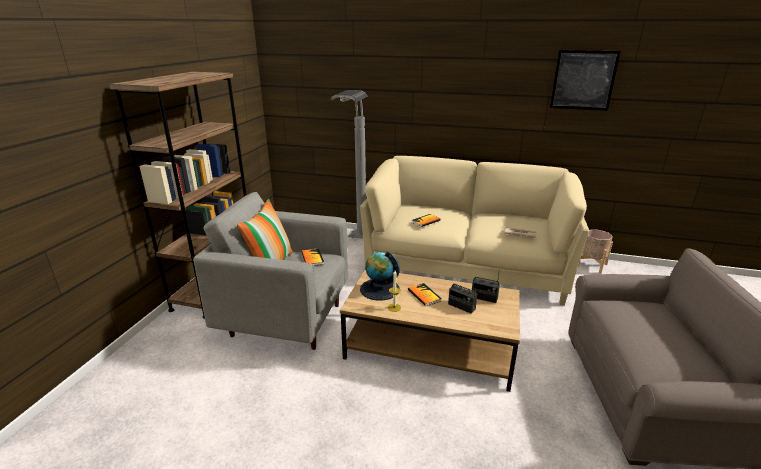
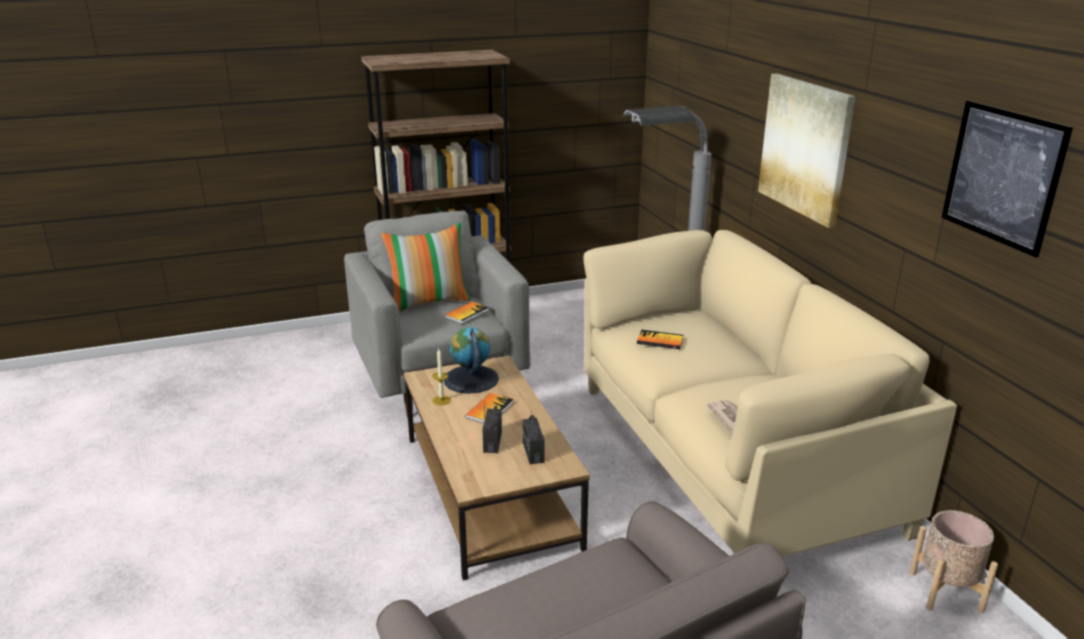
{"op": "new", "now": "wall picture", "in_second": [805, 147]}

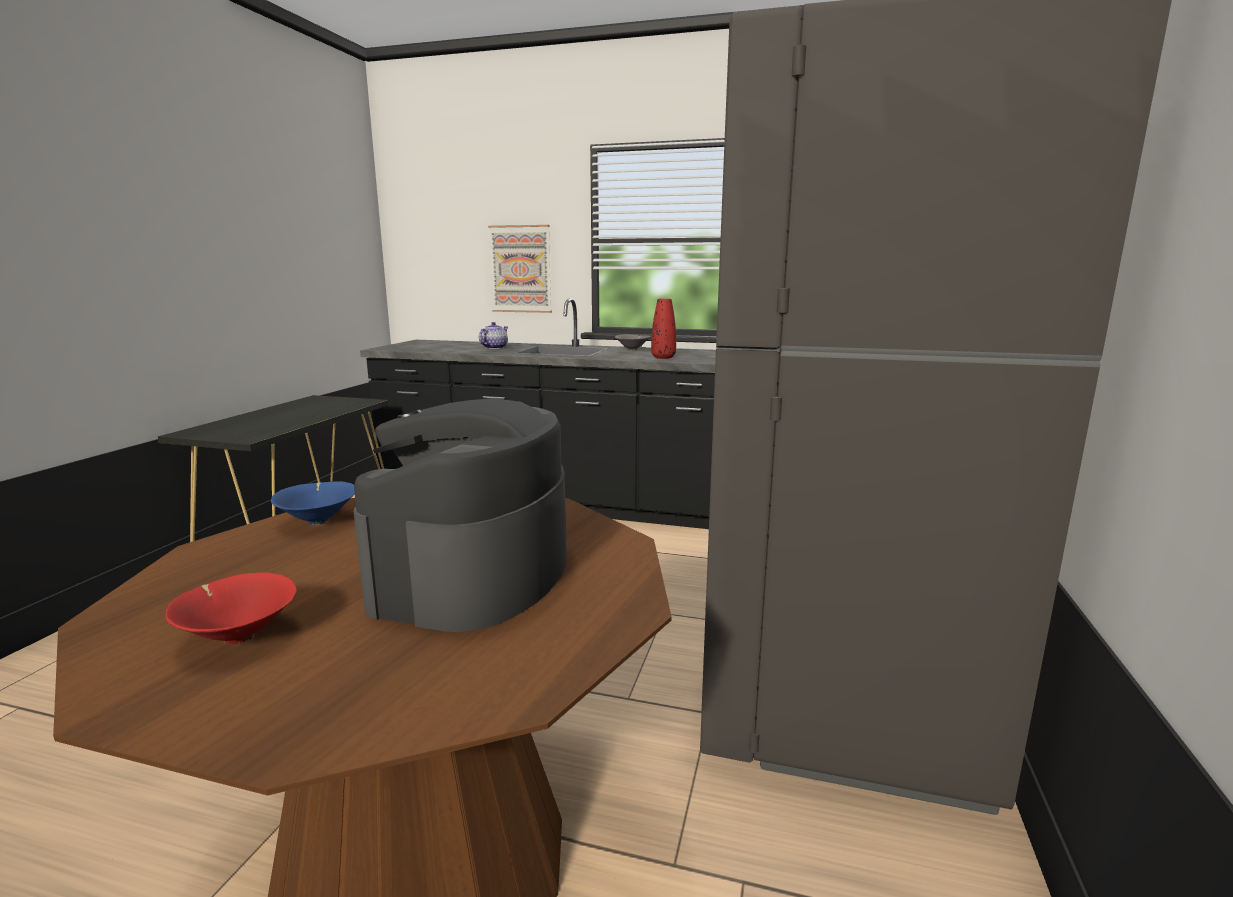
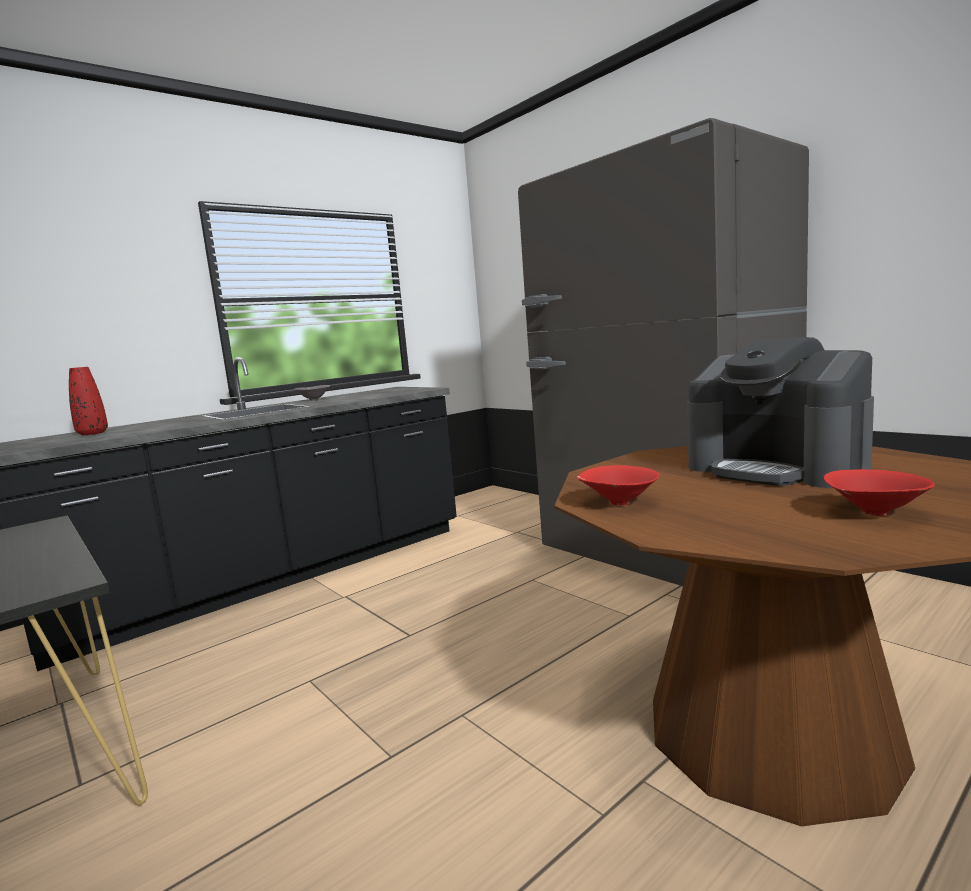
{"op": "repainted", "was": "serving bowl in blue-coloured", "now": "serving bowl in red-coloured", "in_first": [319, 521], "in_second": [617, 503]}
{"op": "gone", "was": "teapot", "in_first": [494, 348]}
{"op": "gone", "was": "wall picture", "in_first": [521, 269]}
{"op": "shifted", "was": "flower vase in red-coloured", "in_first": [663, 357], "in_second": [92, 433]}

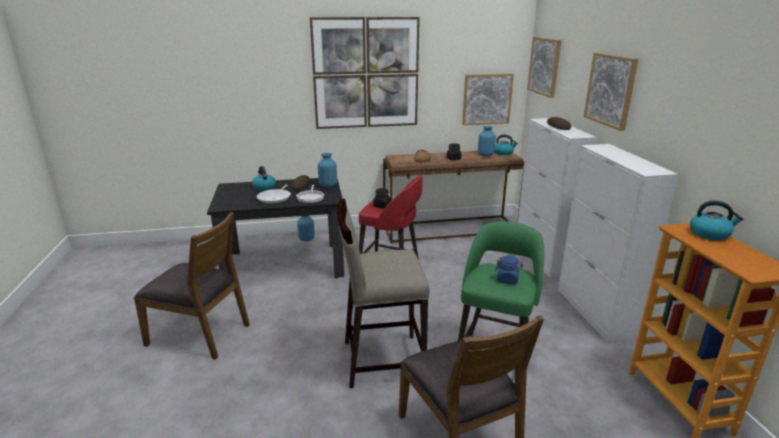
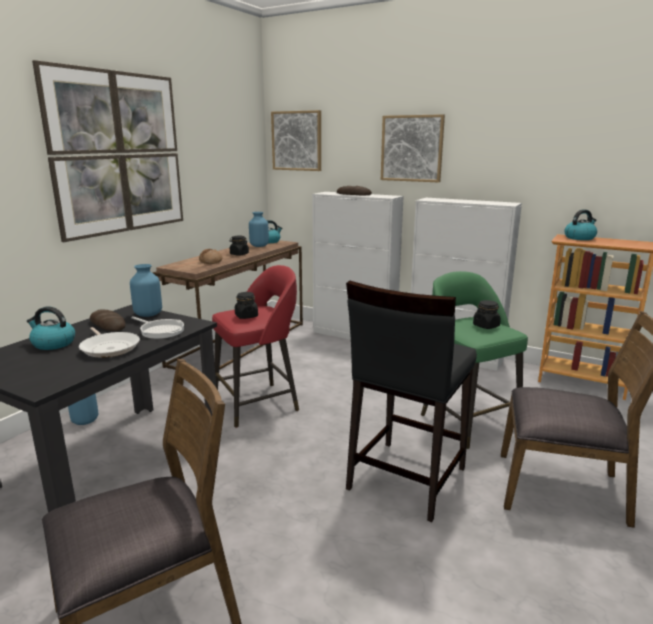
{"op": "repainted", "was": "stool seat in beige", "now": "stool seat in black", "in_first": [382, 360], "in_second": [405, 478]}
{"op": "gone", "was": "wall picture", "in_first": [487, 99]}
{"op": "repainted", "was": "storage jar in blue-coloured", "now": "storage jar in black", "in_first": [507, 280], "in_second": [486, 326]}

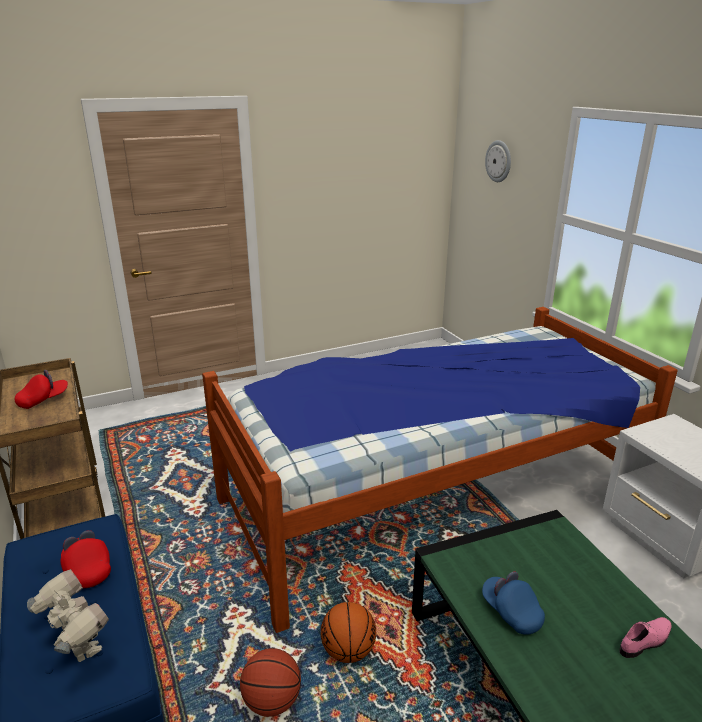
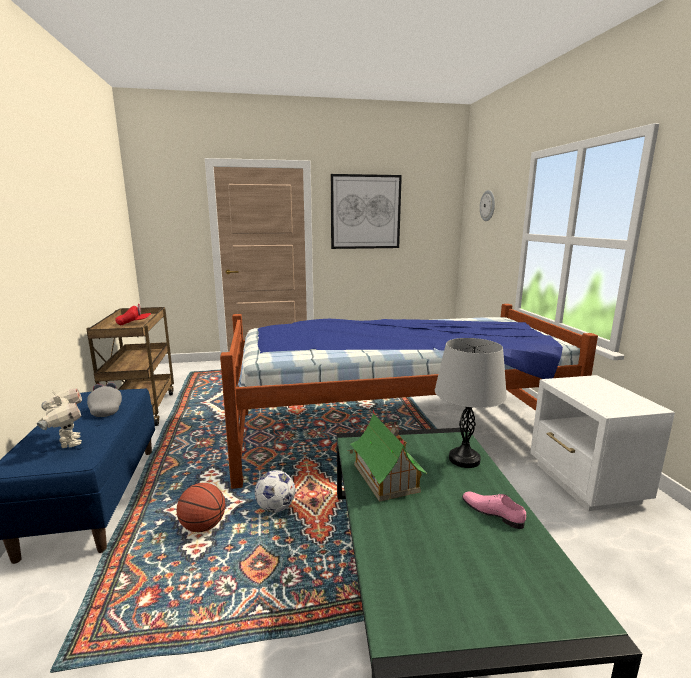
{"op": "repainted", "was": "cap in red-coloured", "now": "cap in gray", "in_first": [87, 569], "in_second": [106, 409]}
{"op": "swapped", "was": "basketball", "now": "football", "in_first": [348, 651], "in_second": [276, 508]}
{"op": "swapped", "was": "cap in blue-coloured", "now": "toy house", "in_first": [511, 612], "in_second": [385, 477]}
{"op": "rotated", "was": "low shoe in pinkish", "in_first": [646, 640], "in_second": [492, 512], "clockwise": -120}
{"op": "new", "now": "wall picture", "in_second": [365, 212]}
{"op": "new", "now": "lamp for a table in gray", "in_second": [464, 459]}

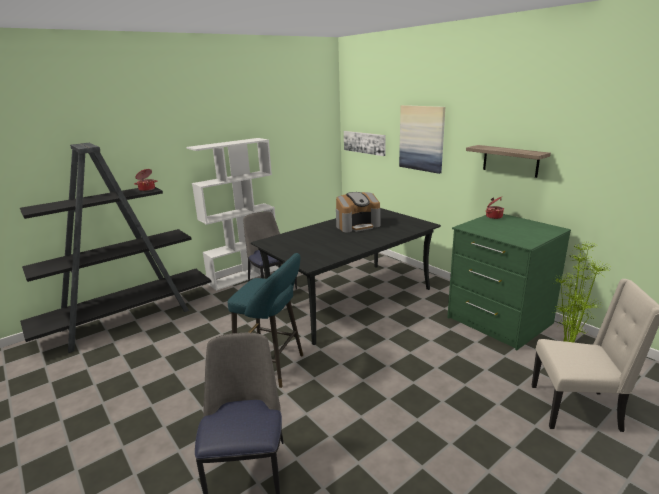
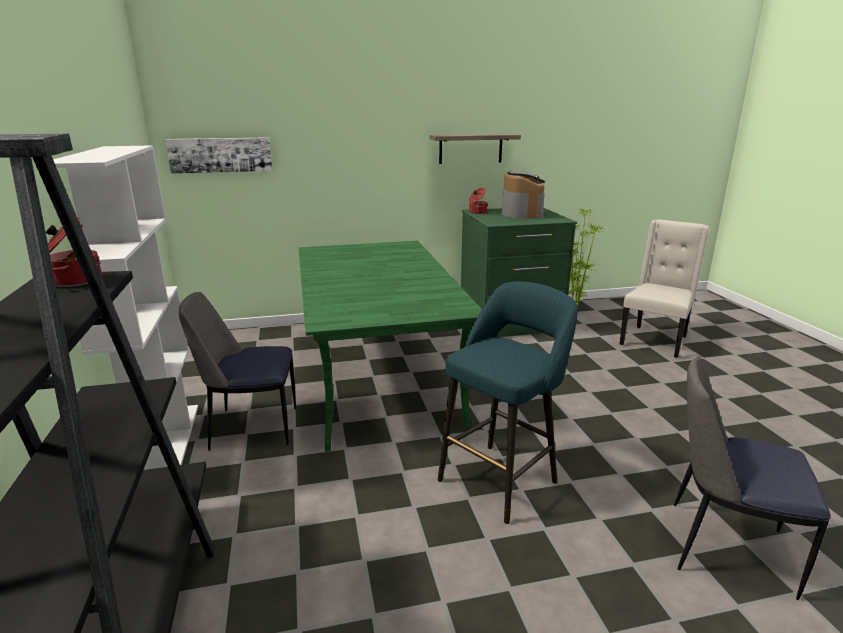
{"op": "repainted", "was": "dinner table in black", "now": "dinner table in green-coloured", "in_first": [350, 299], "in_second": [378, 377]}
{"op": "shifted", "was": "coffee machine", "in_first": [357, 225], "in_second": [522, 213]}
{"op": "gone", "was": "wall picture", "in_first": [421, 138]}

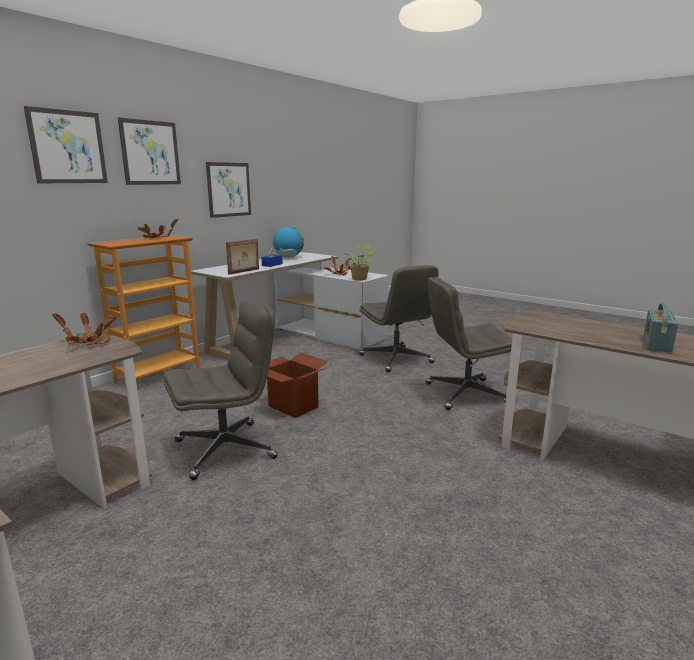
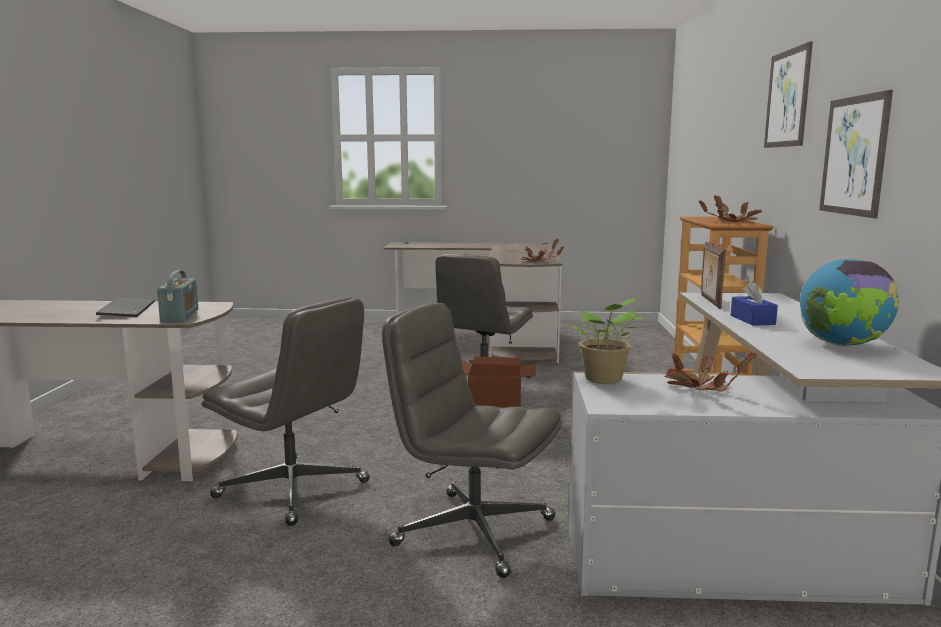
{"op": "gone", "was": "wall picture", "in_first": [68, 147]}
{"op": "rotated", "was": "office chair in gray", "in_first": [465, 394], "in_second": [294, 490], "clockwise": 75}
{"op": "shifted", "was": "radio receiver", "in_first": [656, 344], "in_second": [180, 316]}
{"op": "new", "now": "computer keyboard", "in_second": [125, 309]}

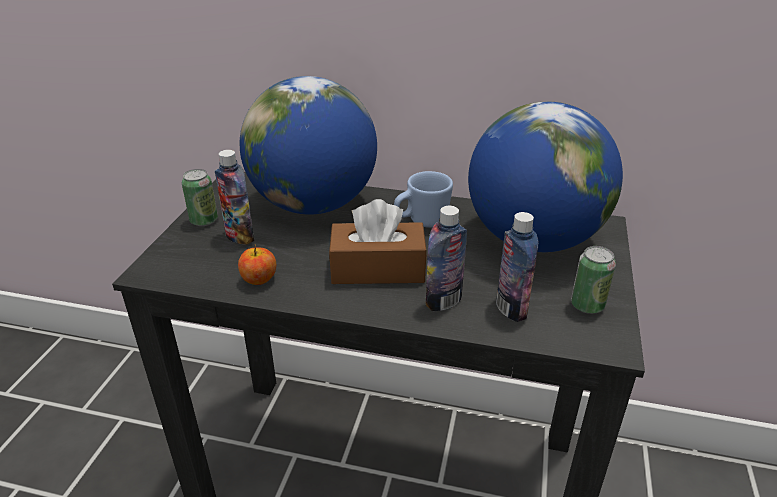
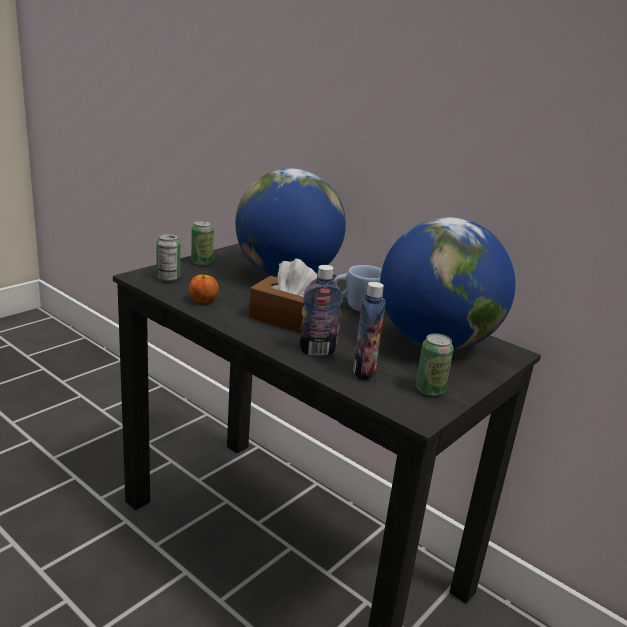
{"op": "gone", "was": "bottle", "in_first": [239, 237]}
{"op": "new", "now": "can", "in_second": [168, 278]}

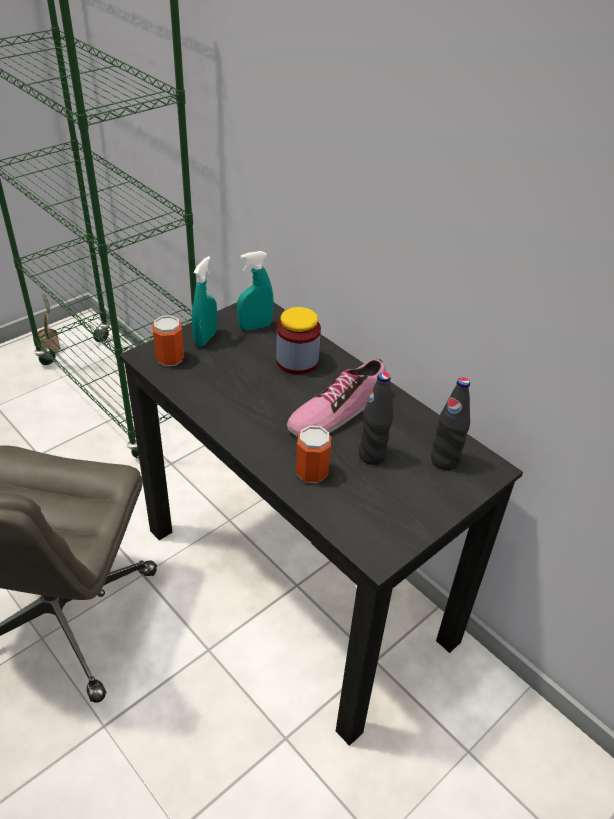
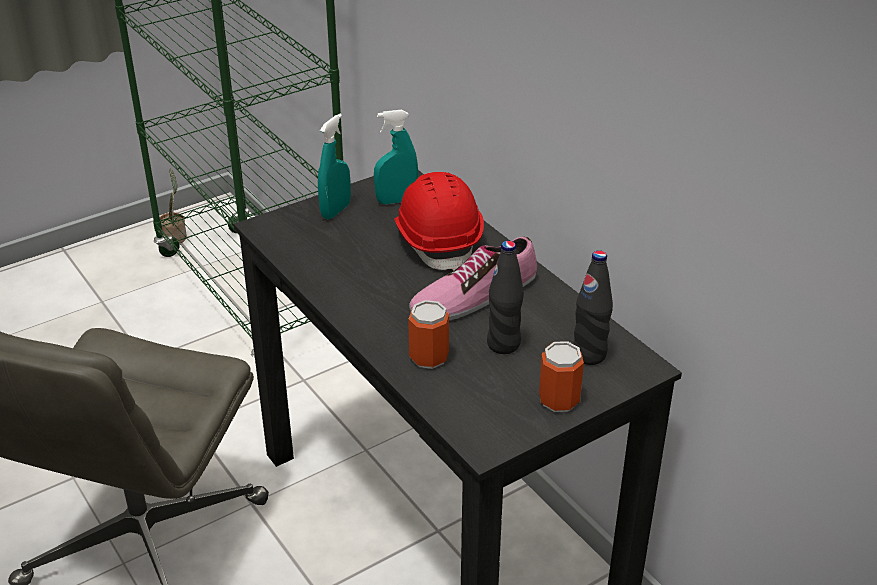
{"op": "shifted", "was": "can", "in_first": [170, 358], "in_second": [559, 400]}
{"op": "swapped", "was": "storage jar", "now": "safety helmet in red-coloured", "in_first": [297, 361], "in_second": [438, 240]}

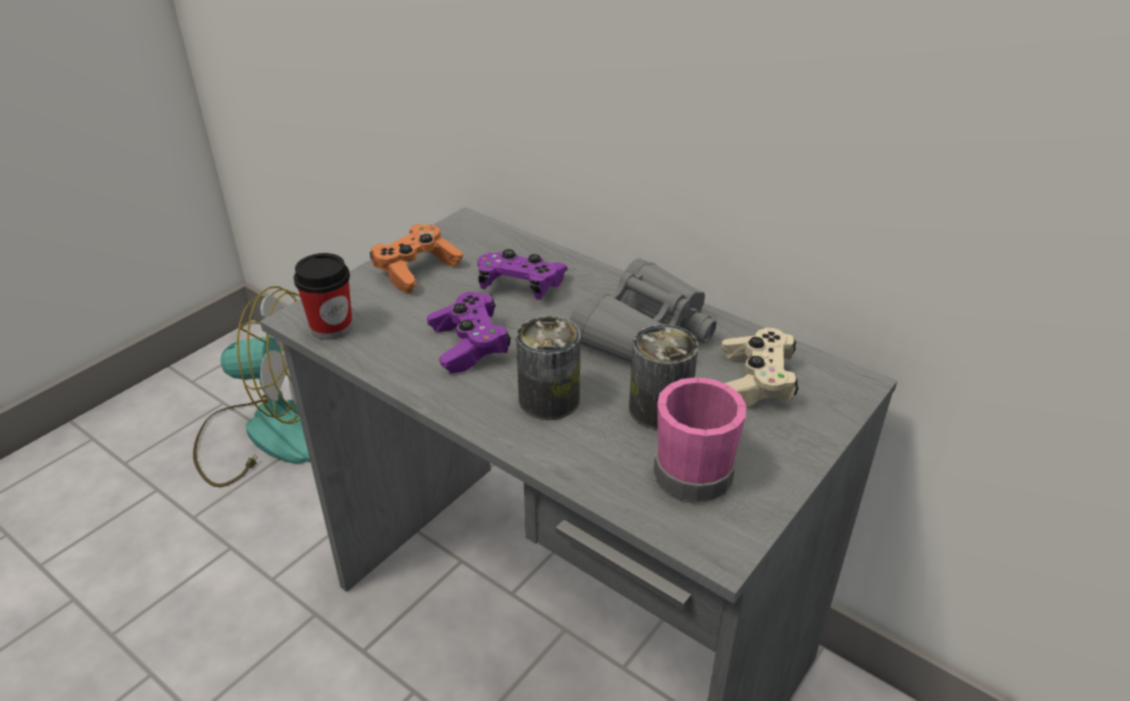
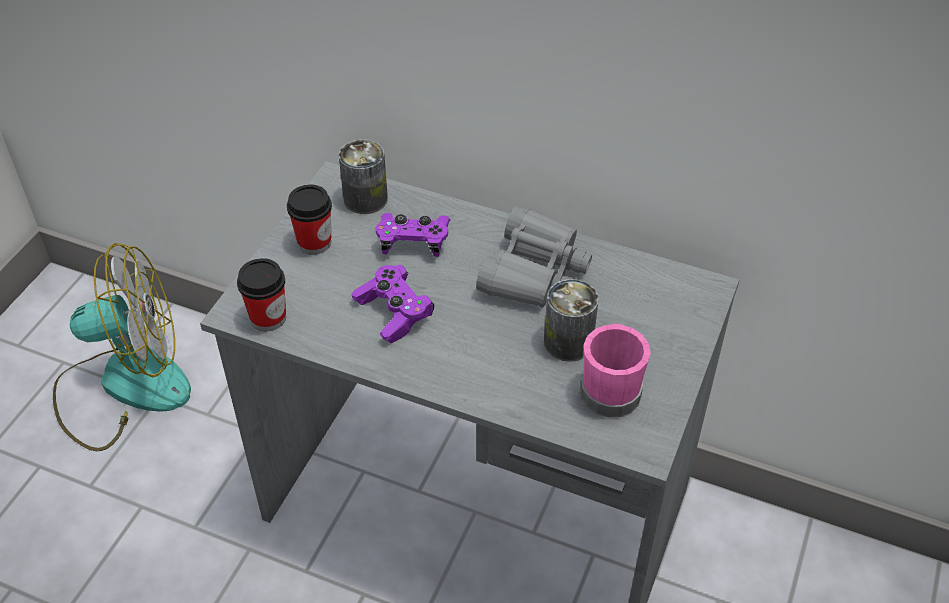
{"op": "swapped", "was": "joypad in orangey", "now": "small cup", "in_first": [416, 270], "in_second": [314, 242]}
{"op": "shifted", "was": "can", "in_first": [549, 399], "in_second": [365, 199]}
{"op": "gone", "was": "joypad in beige", "in_first": [755, 382]}

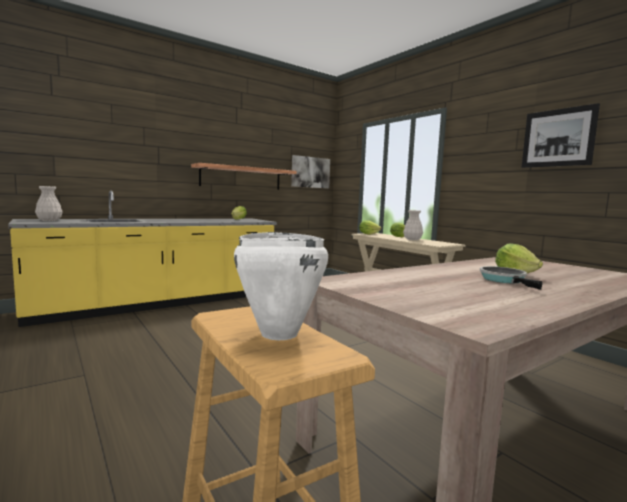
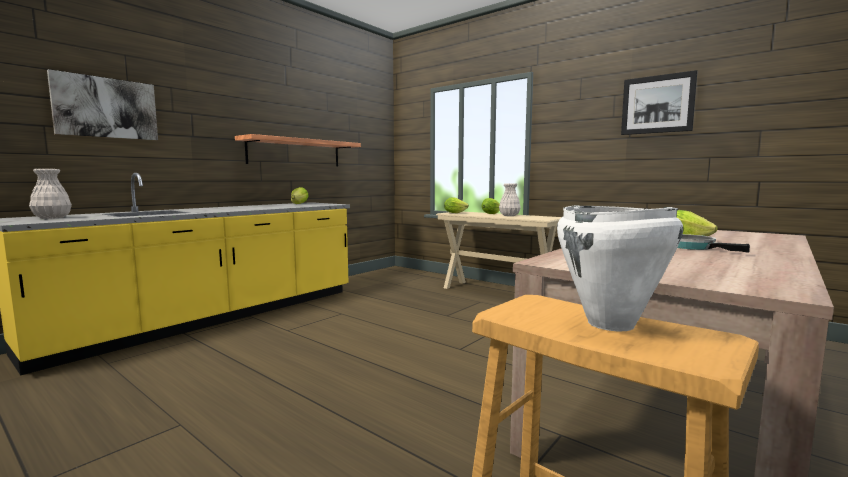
{"op": "shifted", "was": "wall picture", "in_first": [310, 172], "in_second": [106, 108]}

